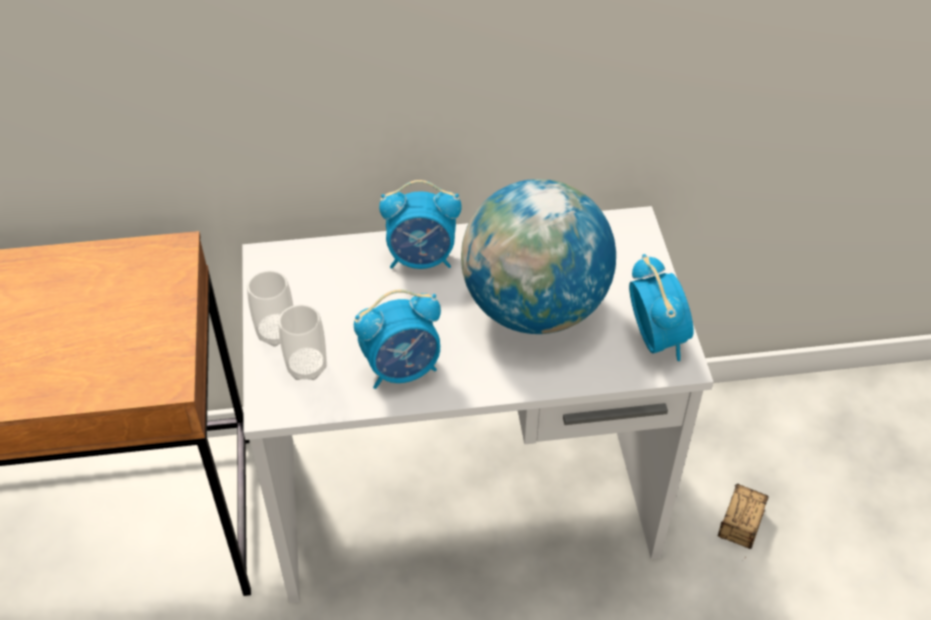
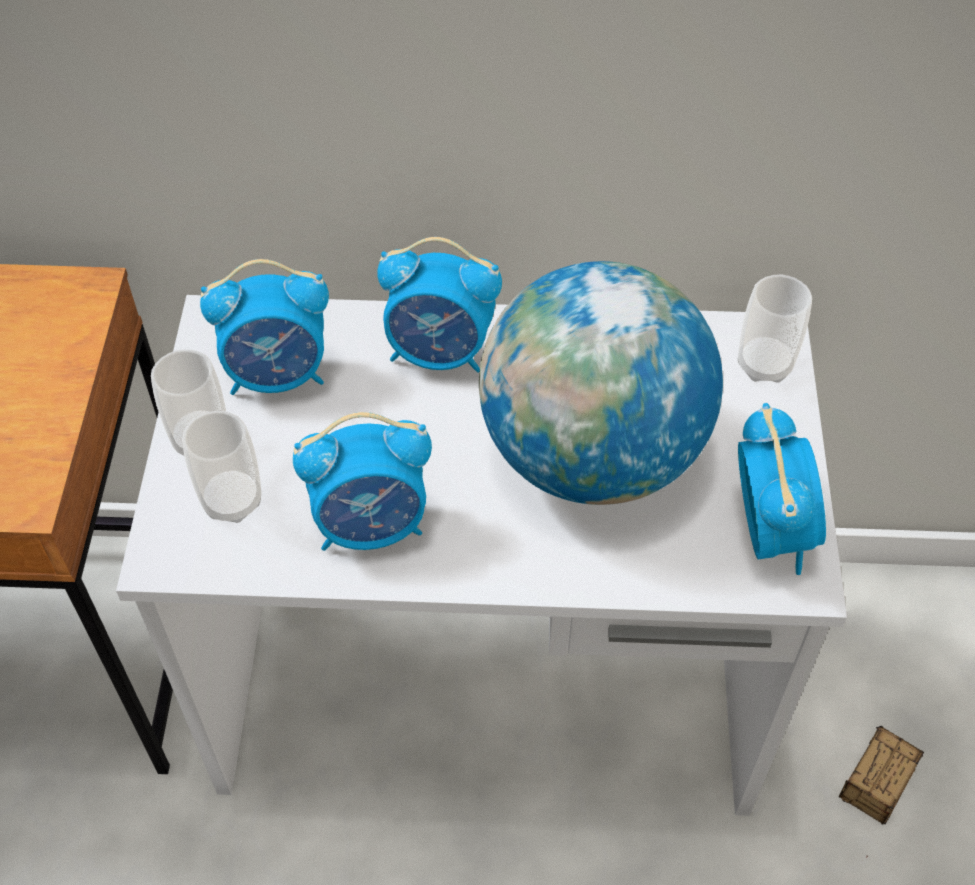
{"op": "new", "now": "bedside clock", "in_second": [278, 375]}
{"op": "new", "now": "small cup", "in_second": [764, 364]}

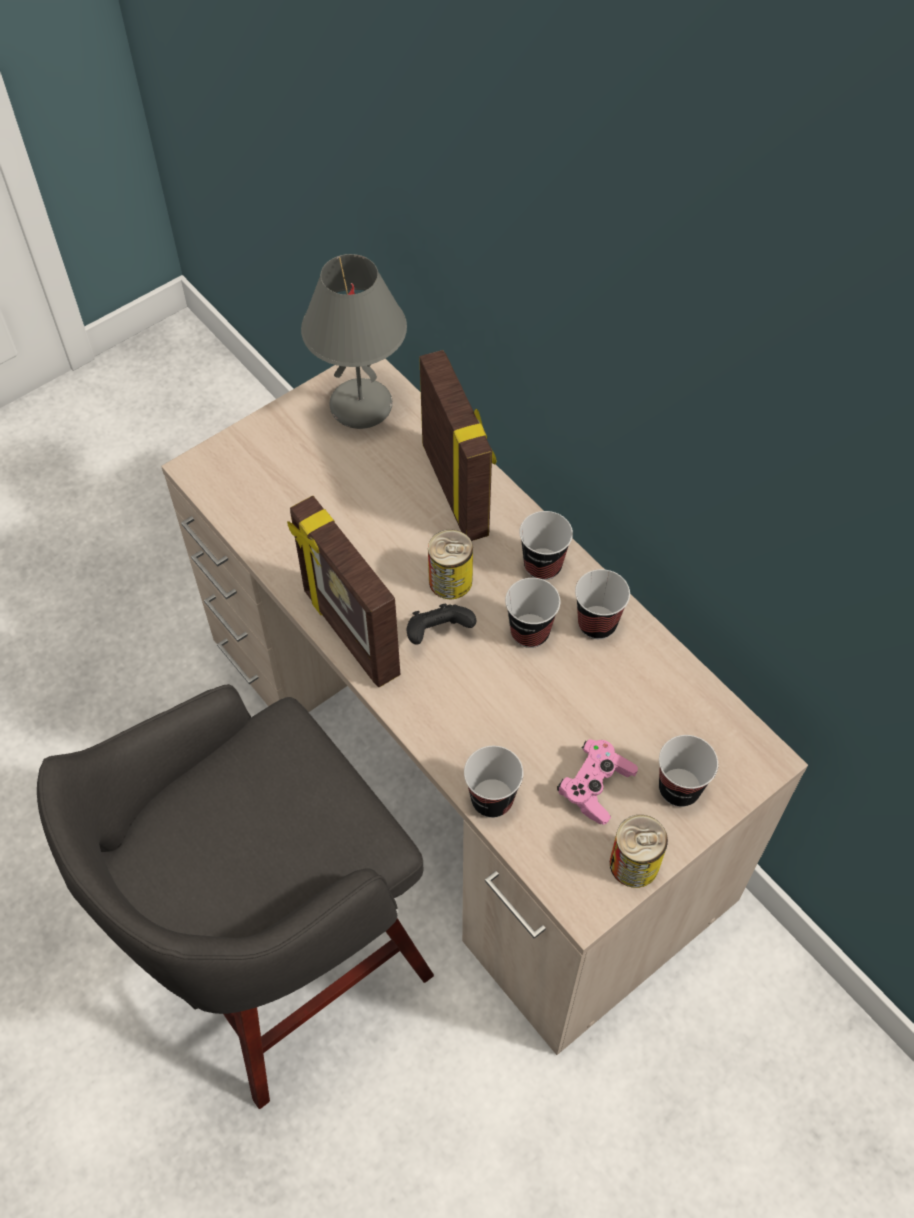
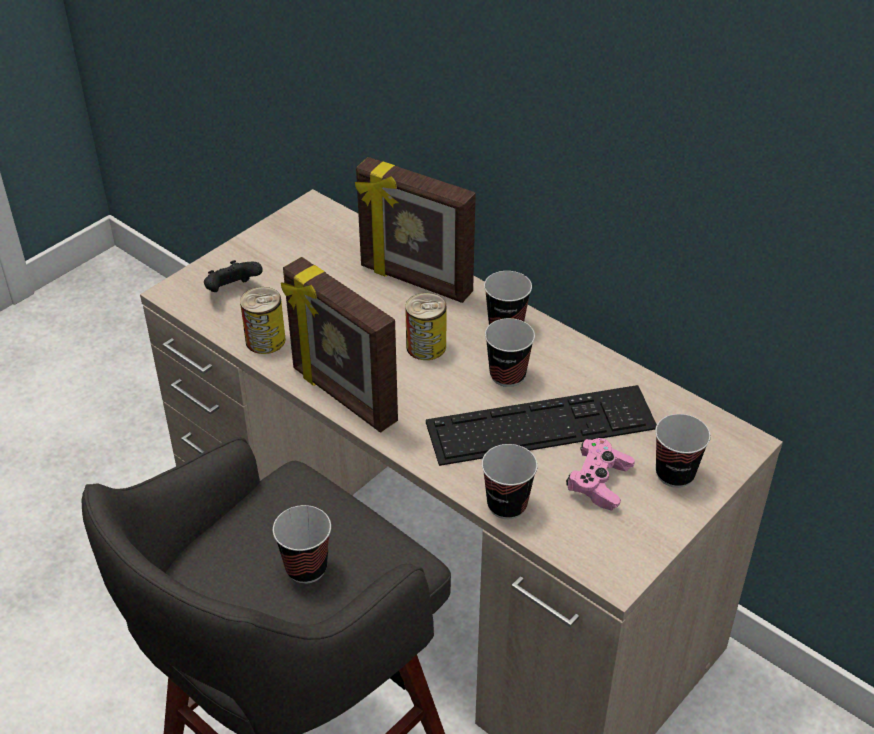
{"op": "gone", "was": "lamp for a table in gray", "in_first": [362, 405]}
{"op": "shifted", "was": "joypad in black", "in_first": [438, 633], "in_second": [232, 291]}
{"op": "rotated", "was": "standing frame", "in_first": [457, 489], "in_second": [415, 281], "clockwise": 150}
{"op": "shifted", "was": "small cup", "in_first": [597, 624], "in_second": [306, 568]}
{"op": "shifted", "was": "can", "in_first": [634, 864], "in_second": [265, 340]}
{"op": "new", "now": "computer keyboard", "in_second": [541, 426]}

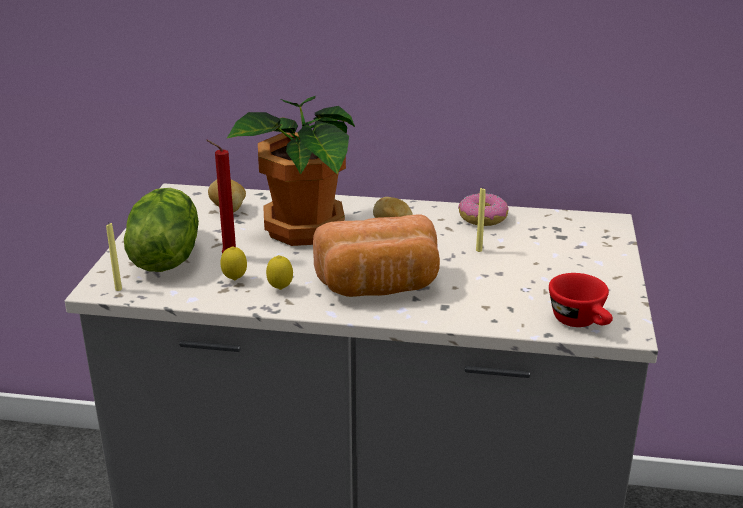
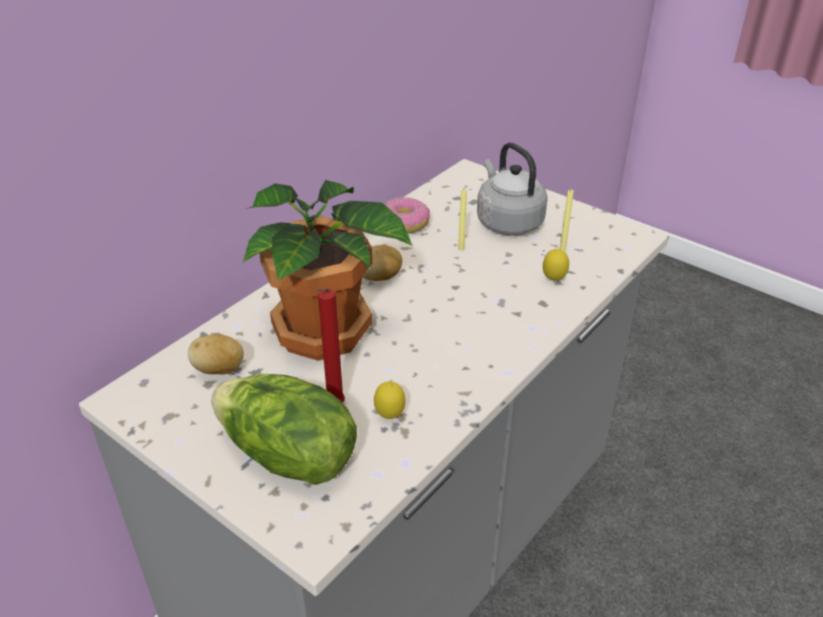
{"op": "shifted", "was": "wax light in yellow-coloured", "in_first": [118, 289], "in_second": [562, 250]}
{"op": "shifted", "was": "lemon", "in_first": [280, 289], "in_second": [553, 280]}
{"op": "gone", "was": "bread", "in_first": [379, 286]}
{"op": "gone", "was": "small cup in red-coloured", "in_first": [581, 322]}
{"op": "new", "now": "tea kettle in gray", "in_second": [507, 221]}

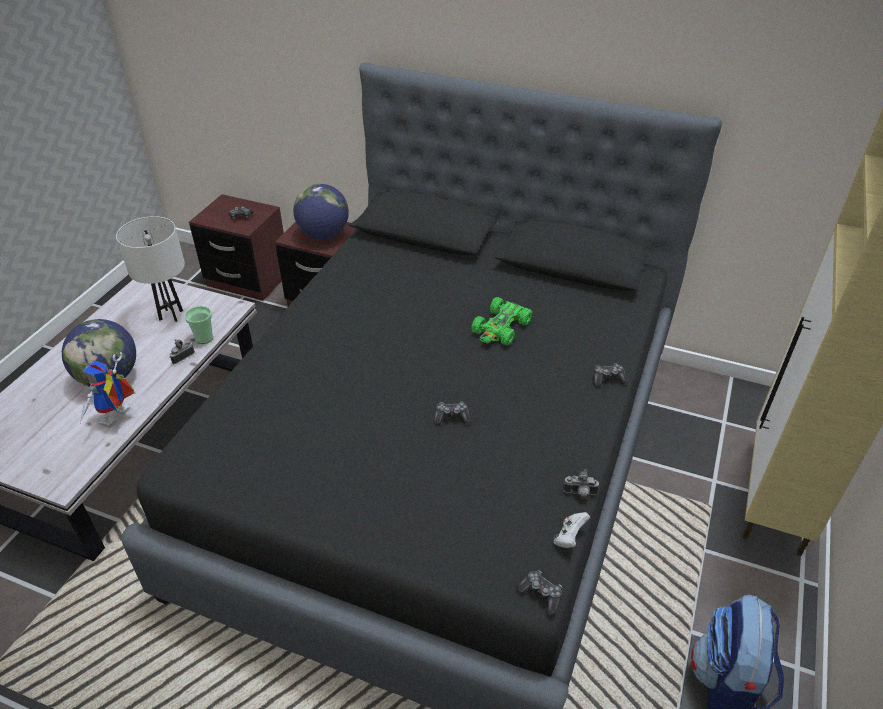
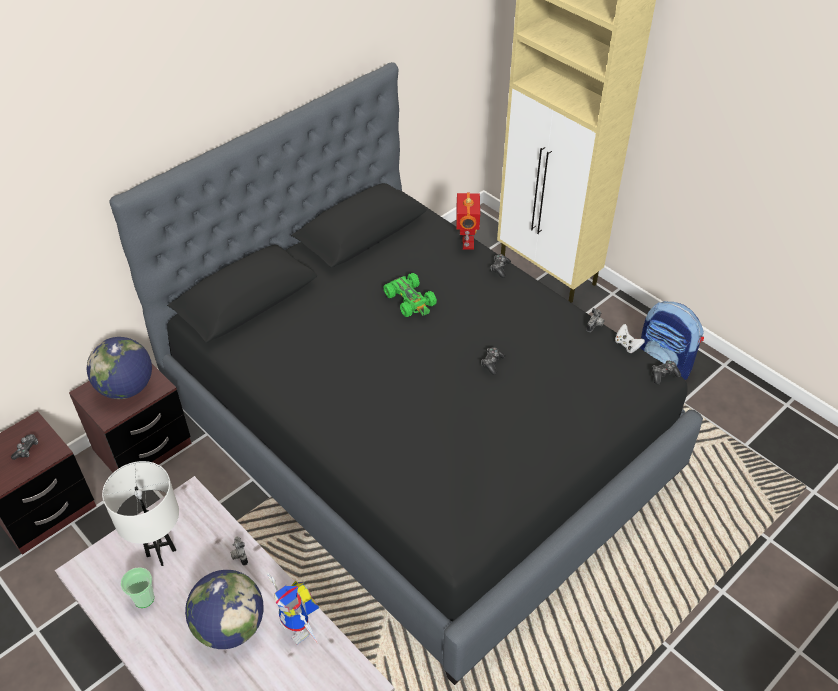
{"op": "shifted", "was": "small cup", "in_first": [204, 338], "in_second": [144, 599]}
{"op": "new", "now": "toy robot", "in_second": [466, 243]}

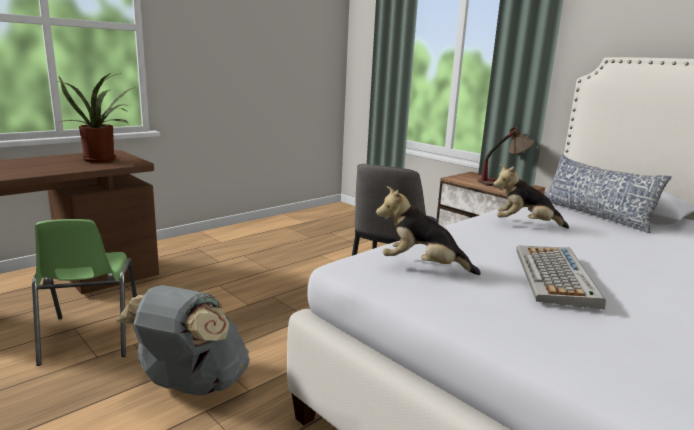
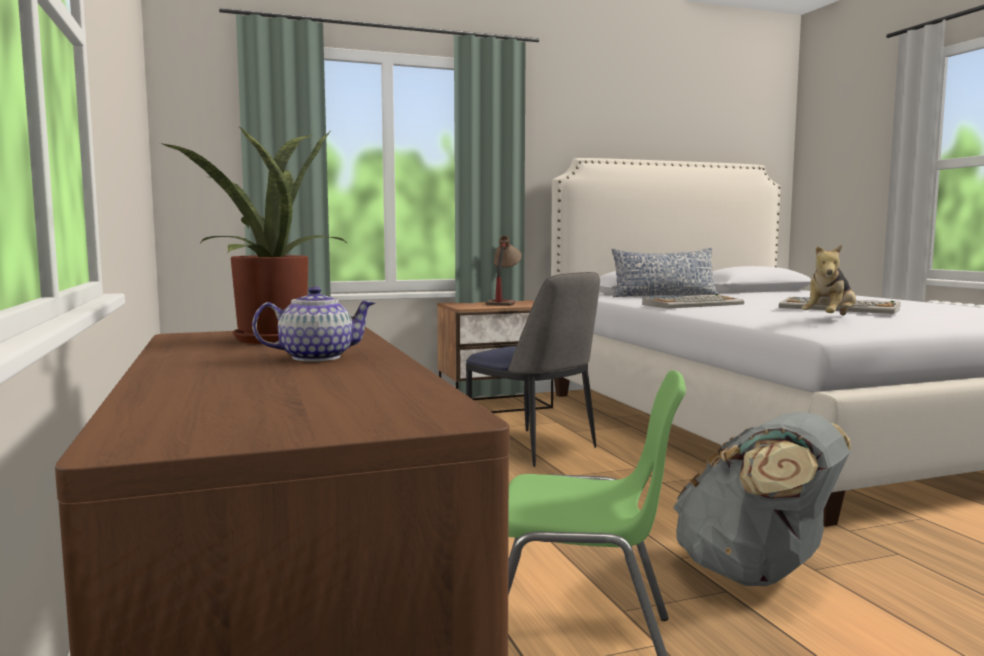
{"op": "swapped", "was": "soft toy", "now": "computer keyboard", "in_first": [525, 225], "in_second": [693, 304]}
{"op": "new", "now": "teapot", "in_second": [315, 357]}

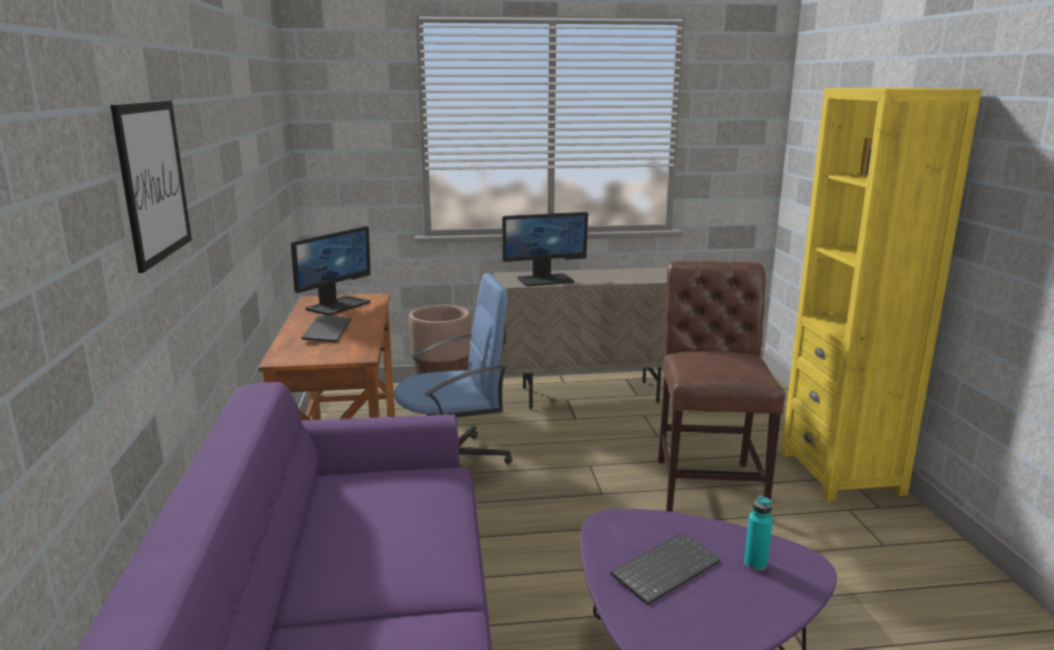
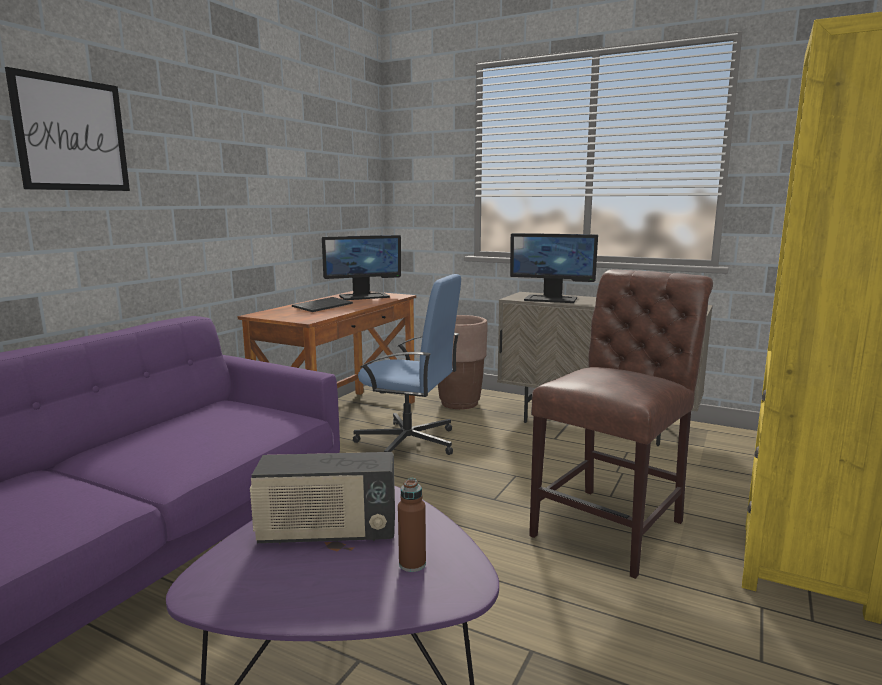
{"op": "swapped", "was": "computer keyboard", "now": "radio receiver", "in_first": [665, 568], "in_second": [327, 534]}
{"op": "repainted", "was": "bottle in blue-green", "now": "bottle in brown", "in_first": [755, 564], "in_second": [412, 564]}

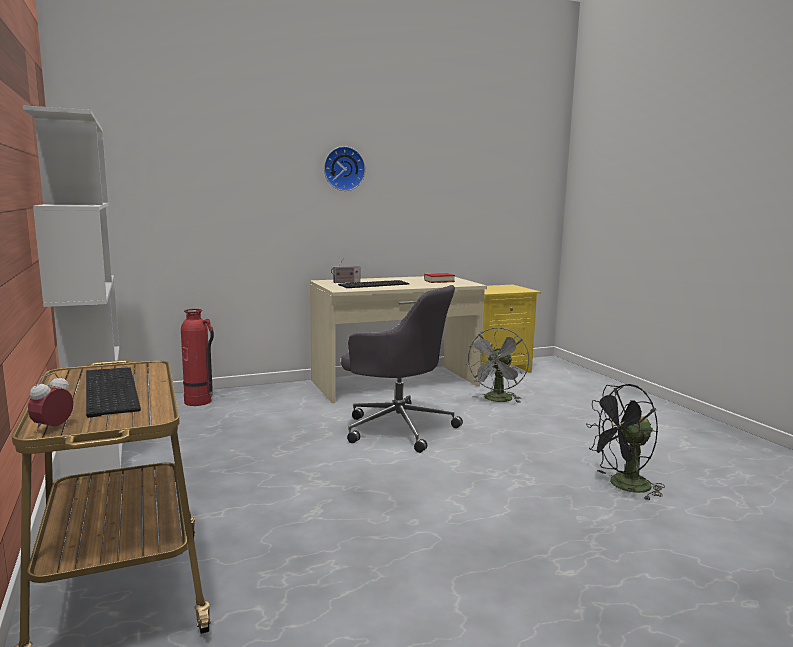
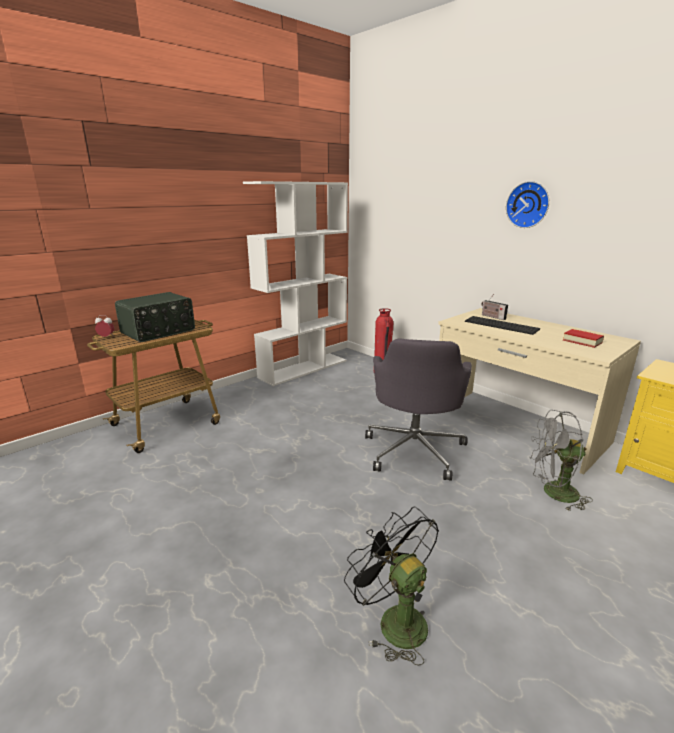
{"op": "swapped", "was": "computer keyboard", "now": "radio receiver", "in_first": [108, 390], "in_second": [159, 332]}

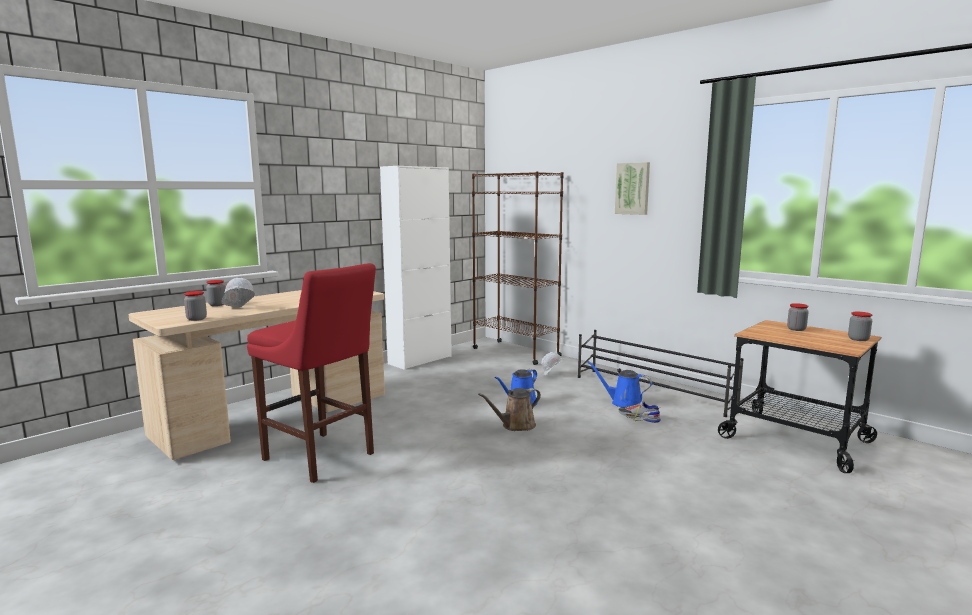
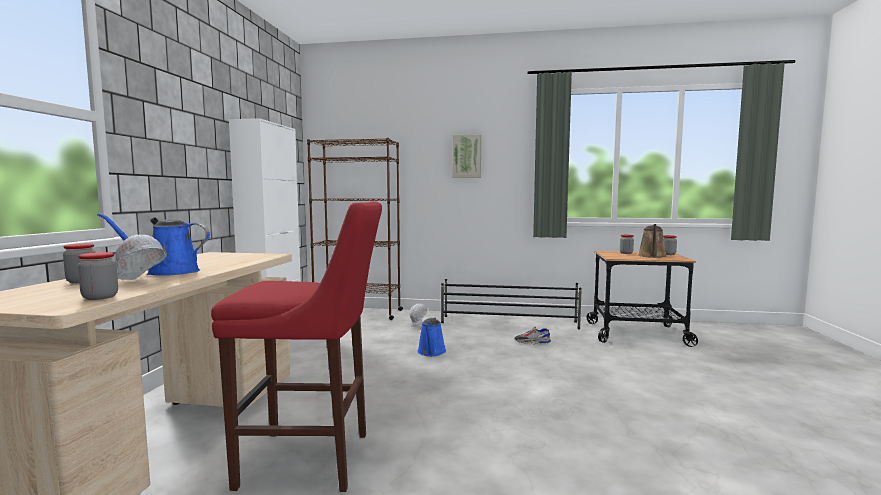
{"op": "shifted", "was": "sprinkling can in brown", "in_first": [516, 426], "in_second": [652, 256]}
{"op": "shifted", "was": "sprinkling can in blue-coloured", "in_first": [623, 403], "in_second": [167, 272]}

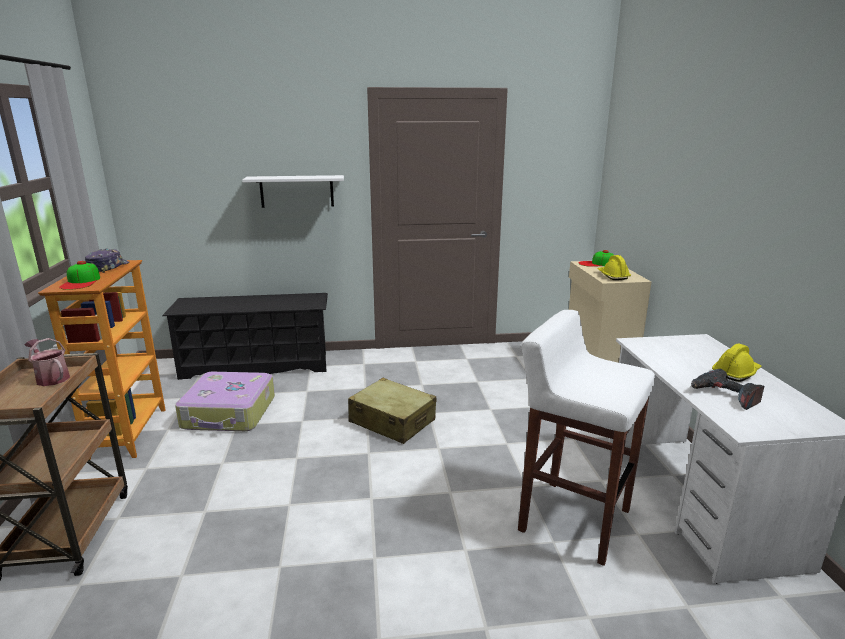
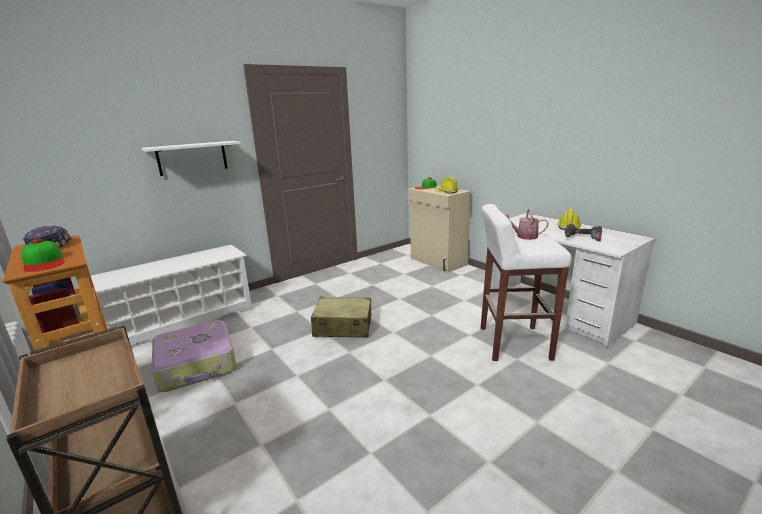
{"op": "shifted", "was": "sprinkling can", "in_first": [51, 378], "in_second": [524, 236]}
{"op": "repainted", "was": "shoe stand in black", "now": "shoe stand in white", "in_first": [256, 365], "in_second": [182, 322]}

